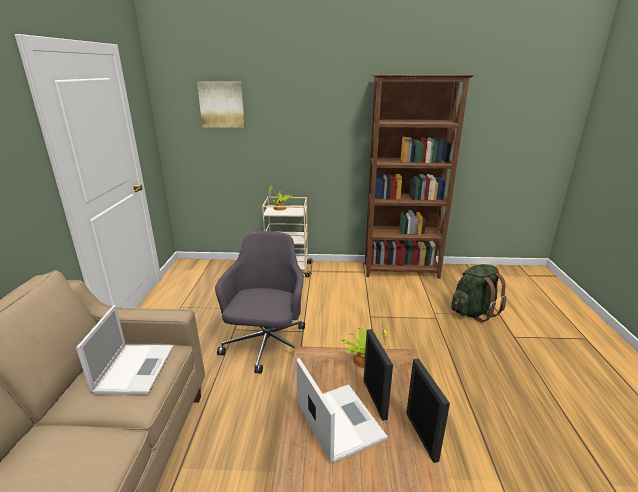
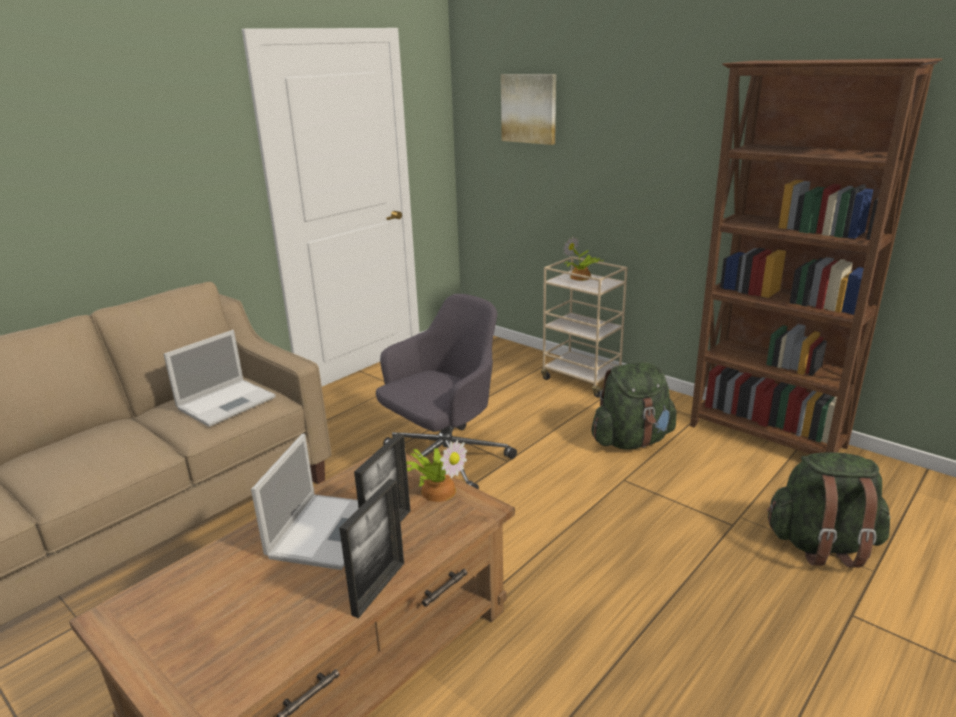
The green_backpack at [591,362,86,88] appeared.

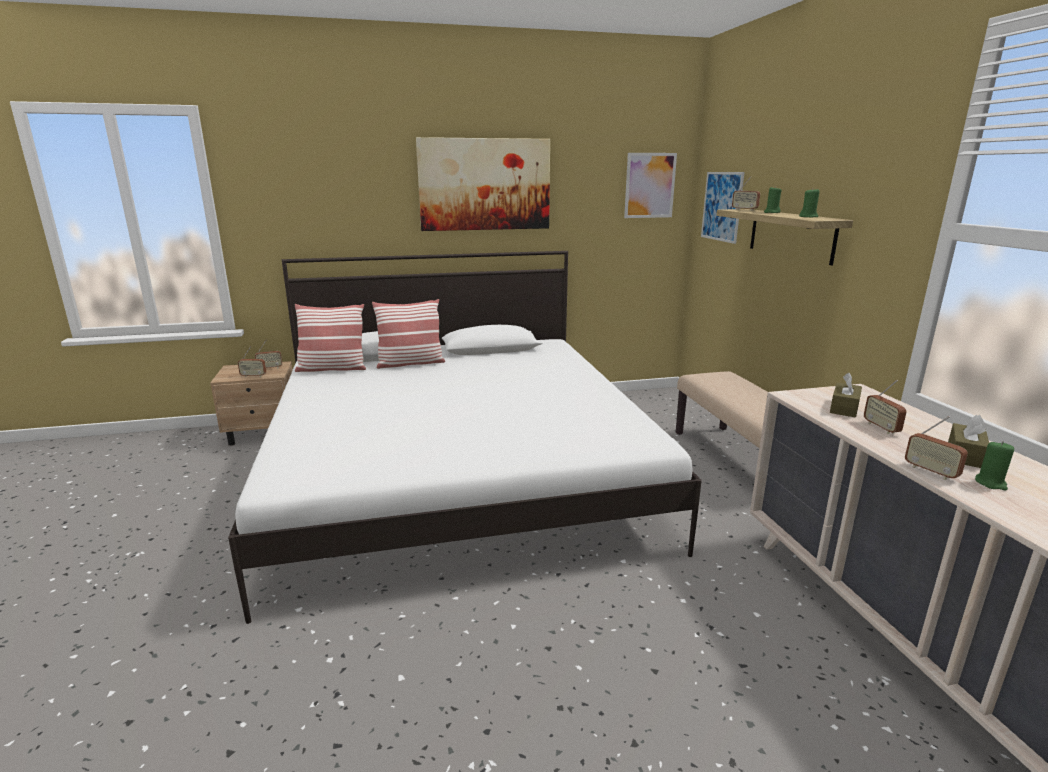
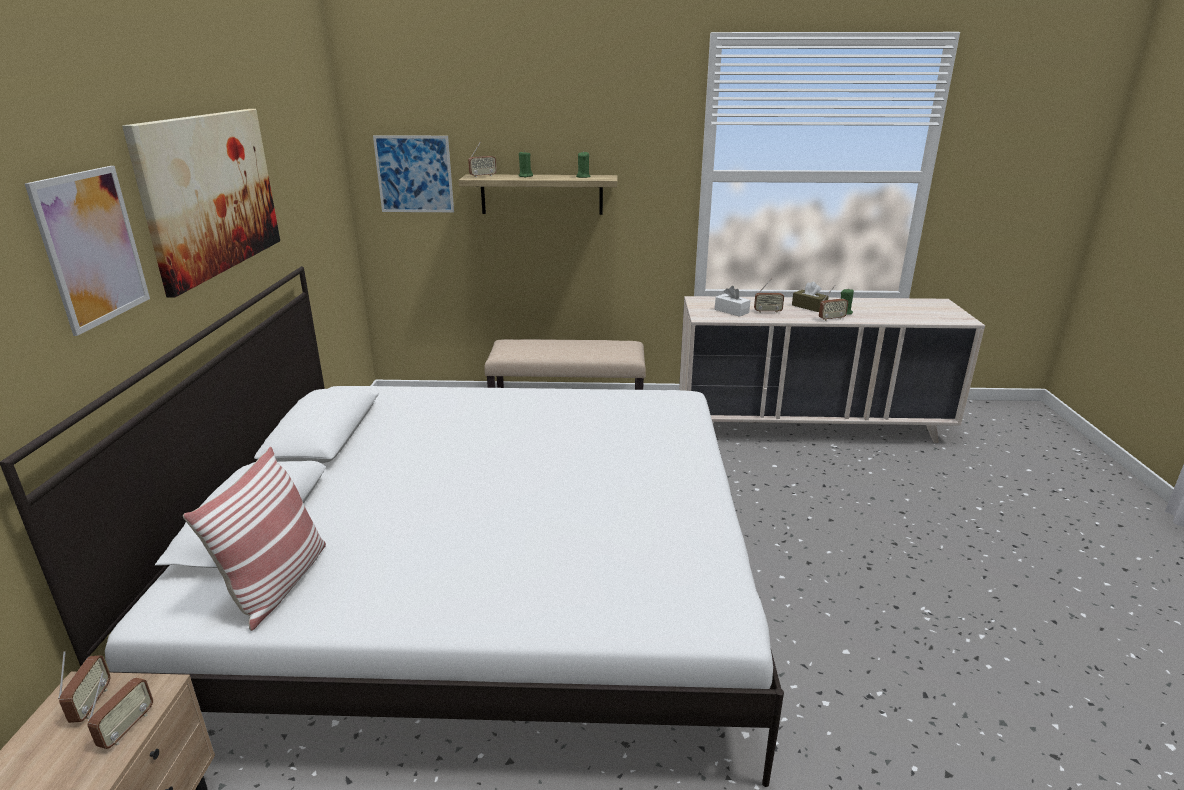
The wall_picture moved from [624,153,53,65] to [25,166,125,170]. The throw_pillow at [372,299,73,70] disappeared. The brown_box_of_tissues at [830,373,32,45] became the whitish_box_of_tissues at [715,286,35,31].

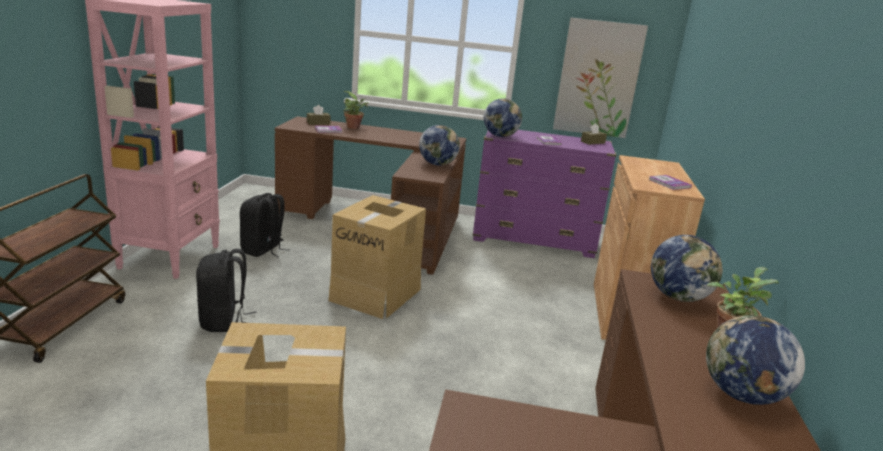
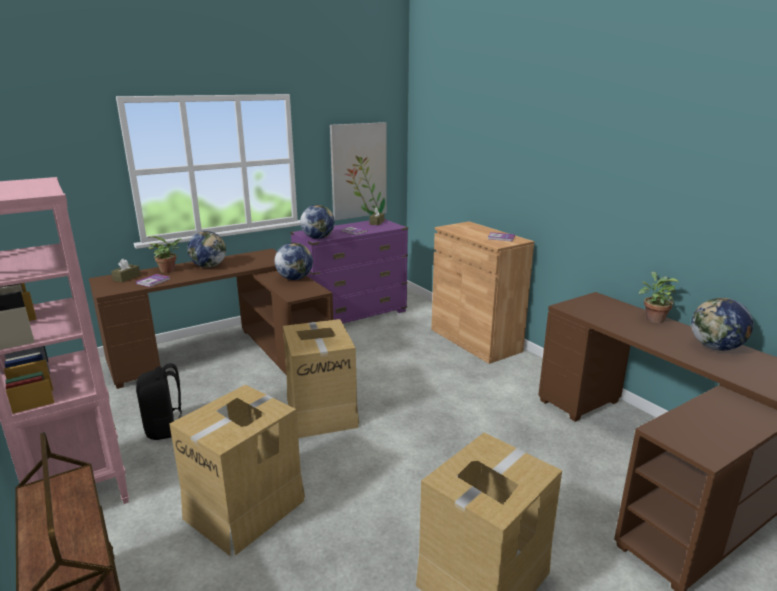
The desk_globe moved from [651,235,72,67] to [187,231,39,37]. The blackish_backpack at [196,249,60,83] was replaced by the packing_box at [169,385,136,172].

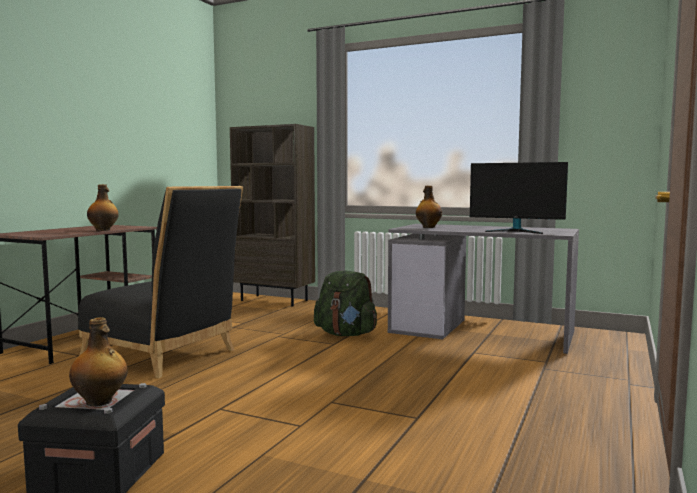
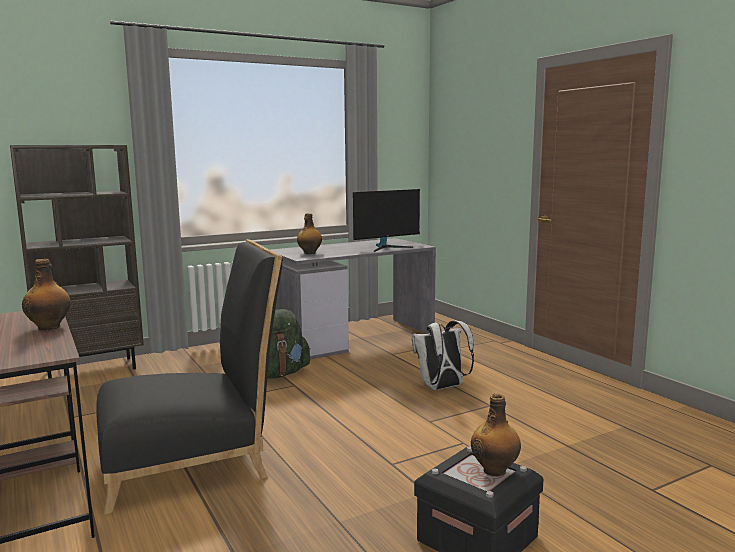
The whitish_backpack at [412,320,62,70] appeared.

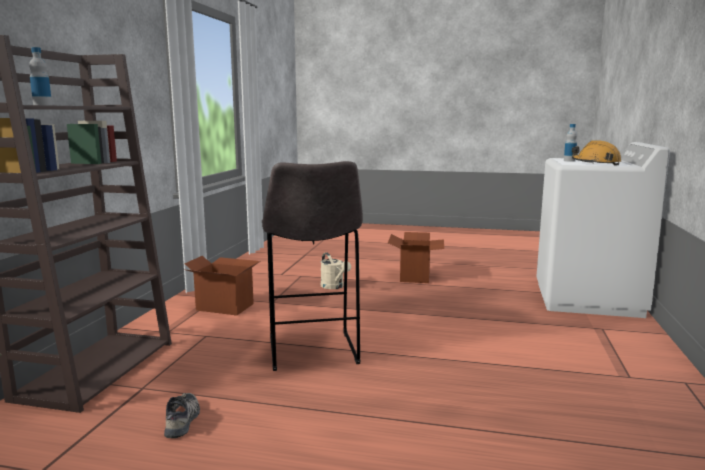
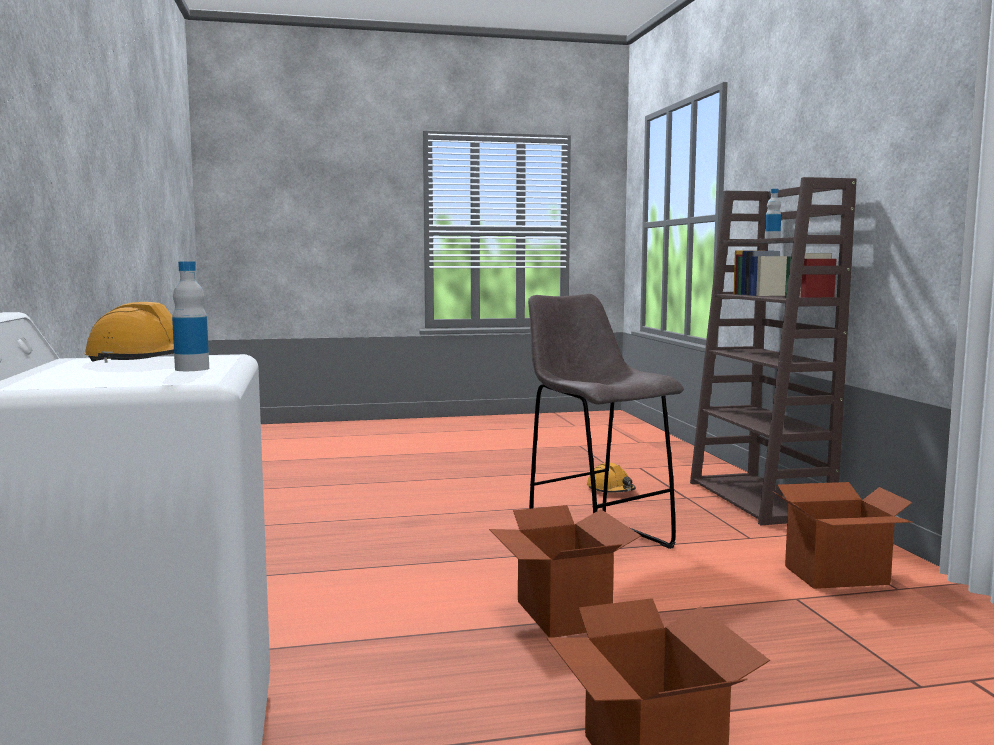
The beige-coloured_watering_can at [321,253,30,36] disappeared. The shoe at [164,393,36,45] was replaced by the orange-coloured_hard_hat at [587,463,49,30]. The packing_box at [489,505,152,133] appeared.

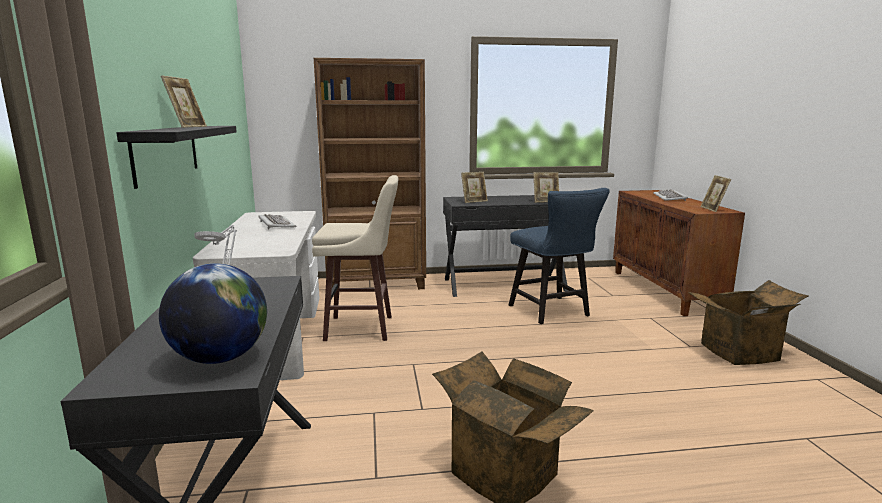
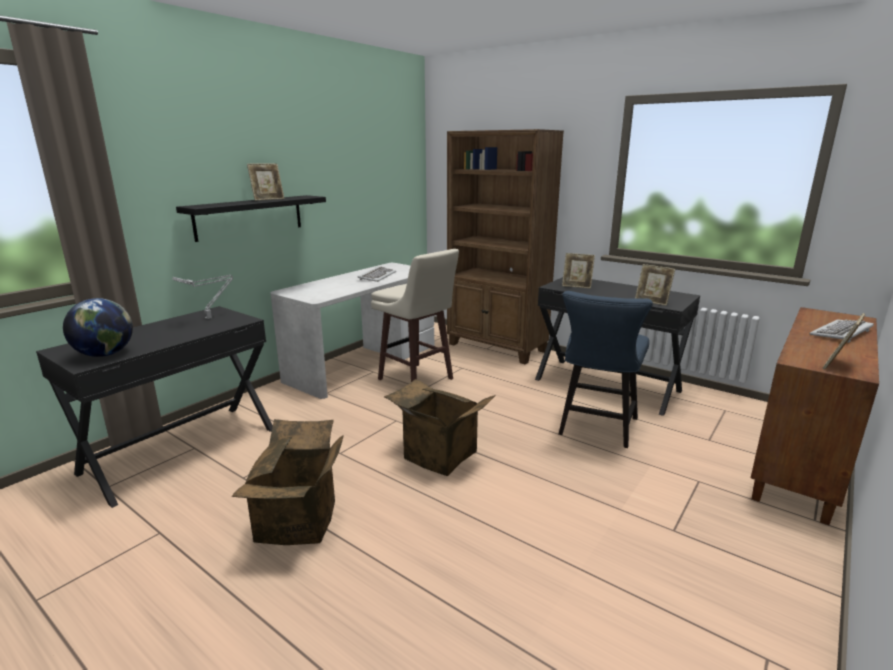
The packing_box moved from [688,280,120,85] to [384,379,112,97].

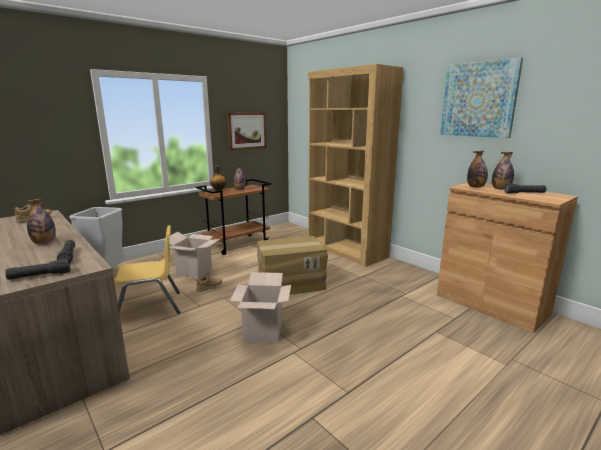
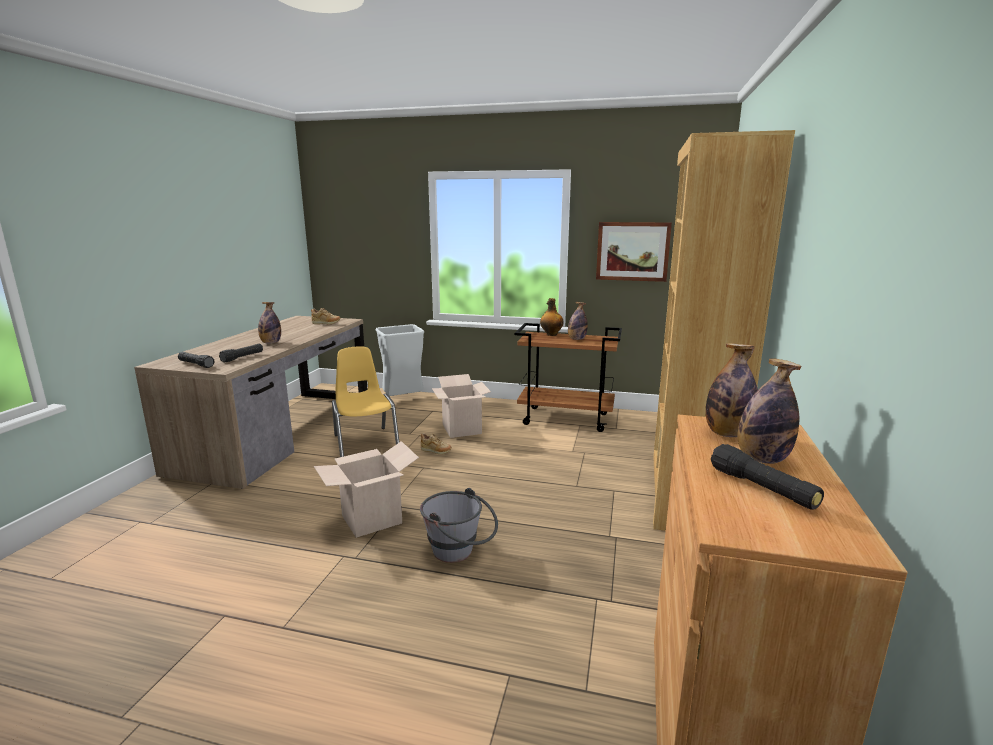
The wall_picture at [440,58,83,80] disappeared. The yellow_chair at [114,225,66,89] turned 150 degrees counterclockwise. The packing_box at [257,236,71,59] disappeared. The grey_pail at [420,488,78,75] appeared.

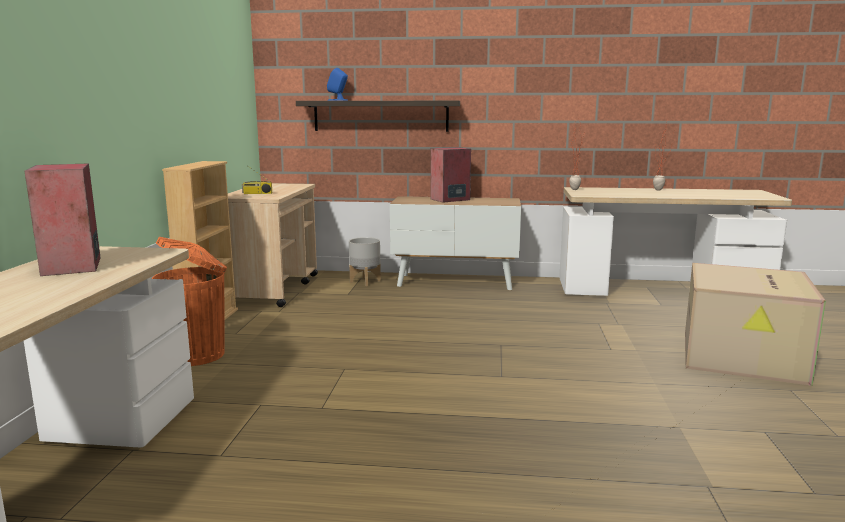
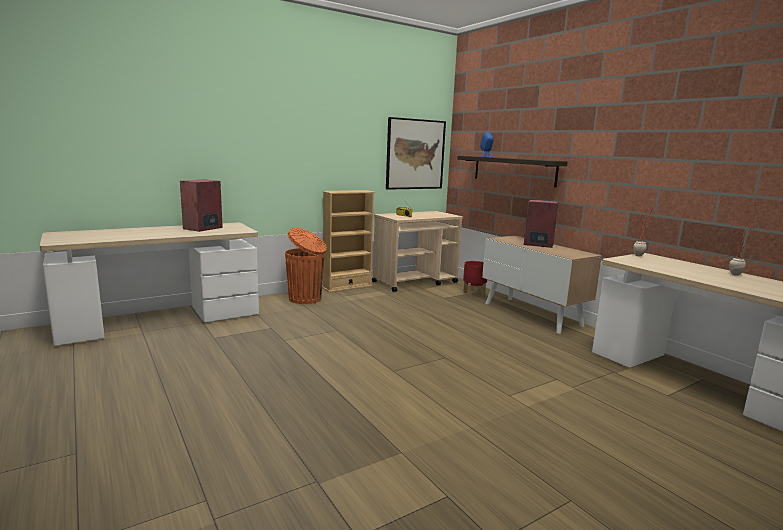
The grey_plant_pot at [349,237,32,49] became the red-coloured_plant_pot at [463,261,24,37]. The packing_box at [685,263,141,123] disappeared. The wall_picture at [386,117,60,73] appeared.

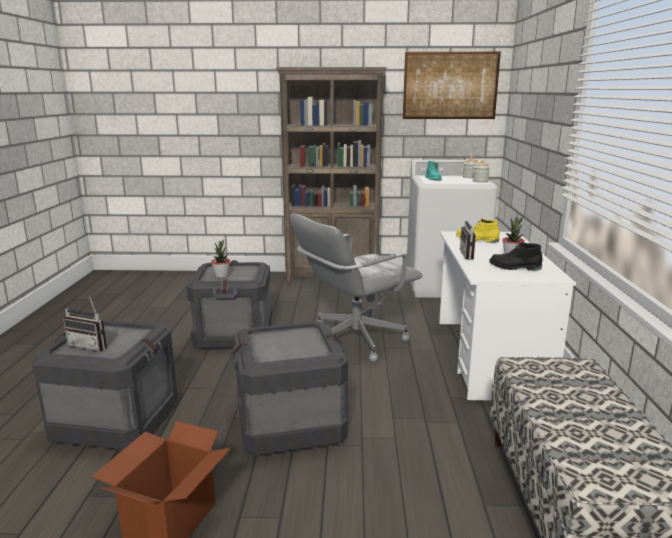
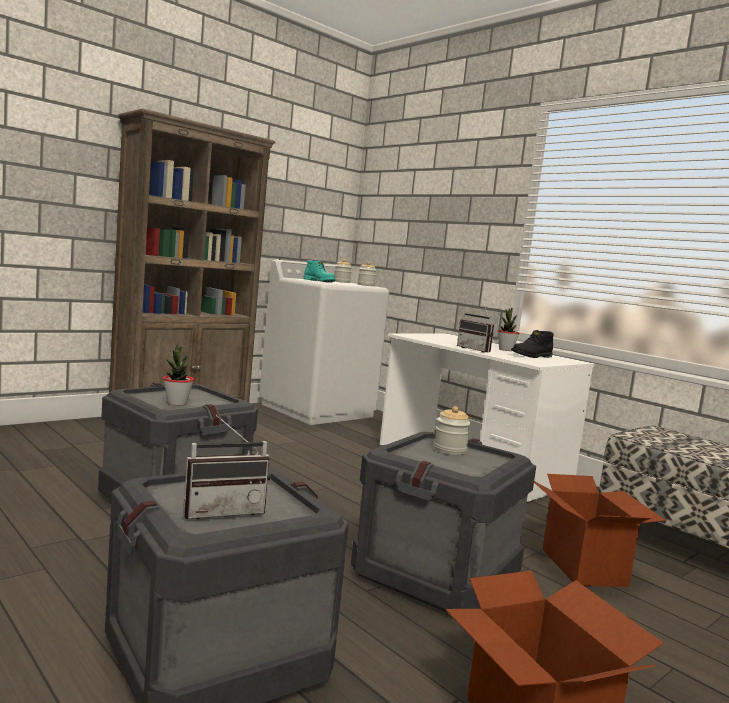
The wall_picture at [403,52,98,67] disappeared. The grey_desk_chair at [290,214,132,148] disappeared. The yellow_boot at [456,219,44,24] disappeared. The jar at [434,406,37,49] appeared. The packing_box at [534,474,132,113] appeared.

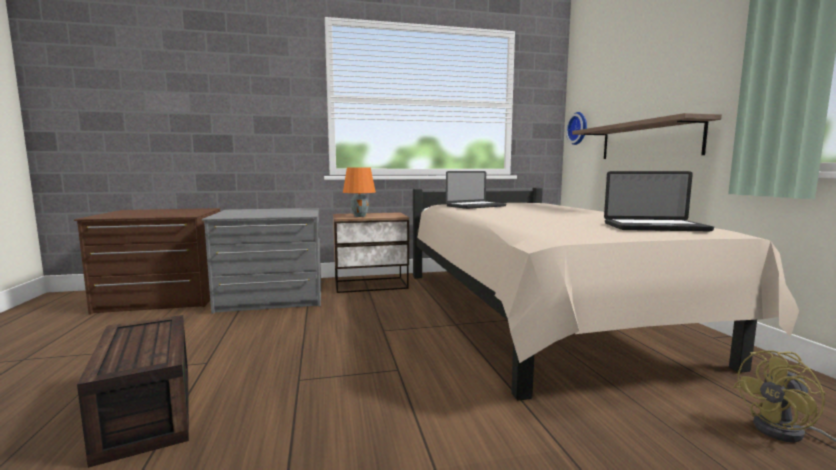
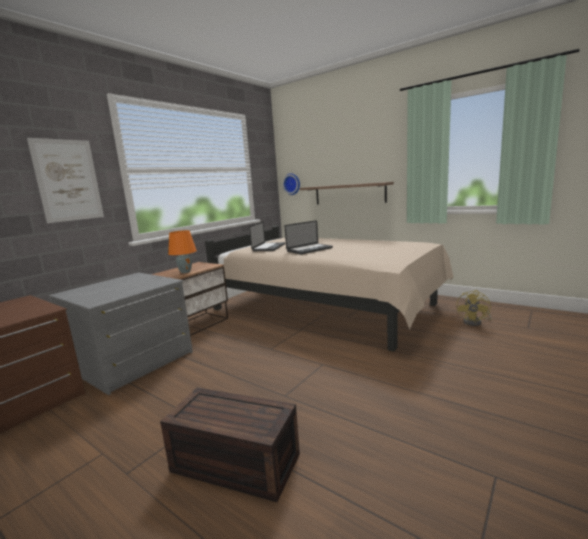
The laptop moved from [604,171,110,60] to [284,221,49,33]. The wall_picture at [27,138,77,85] appeared.

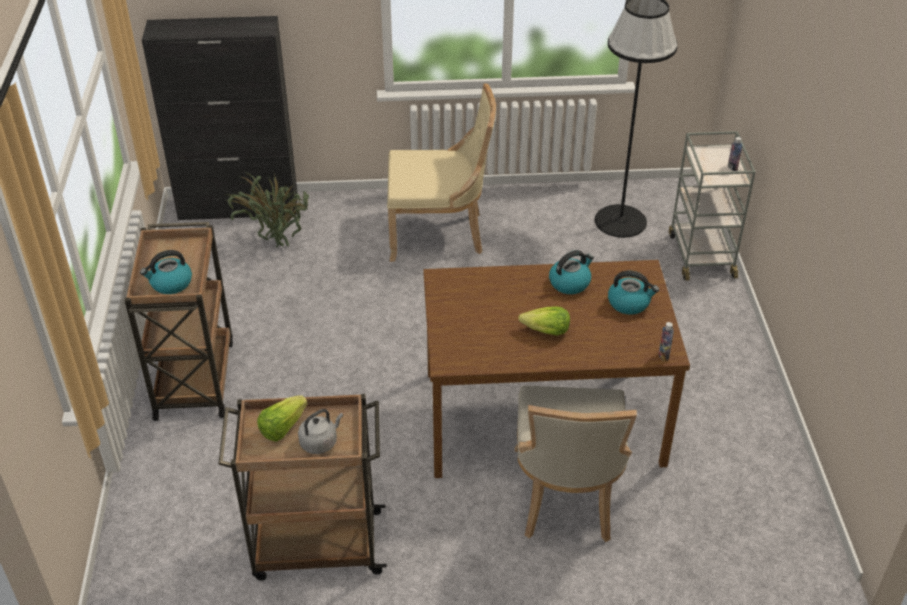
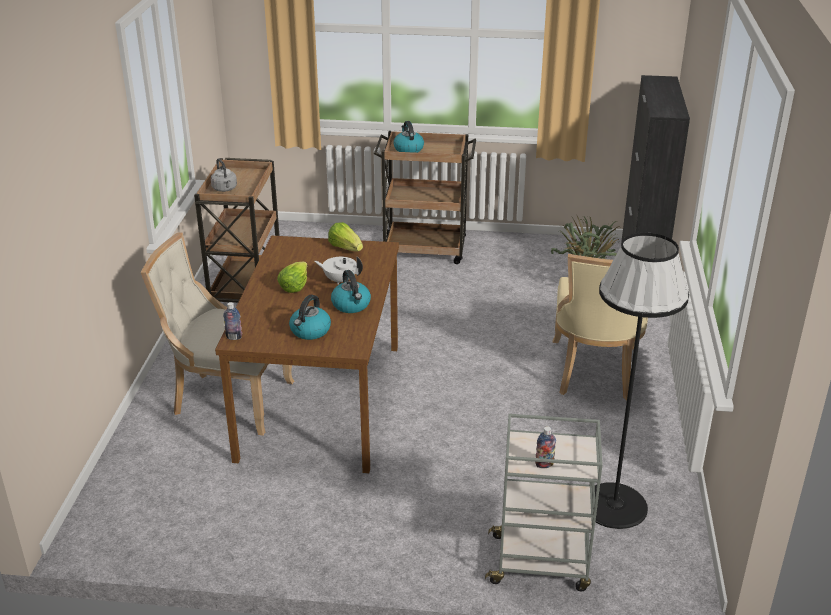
The head_of_lettuce moved from [257,395,51,47] to [328,222,35,30]. The whitish_teapot at [315,257,48,28] appeared.

